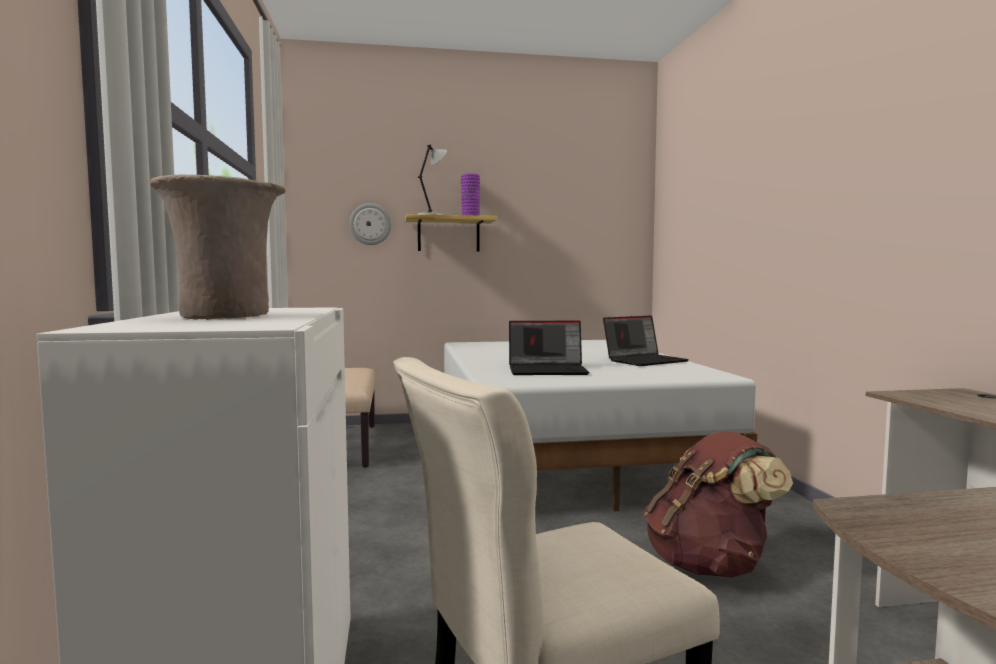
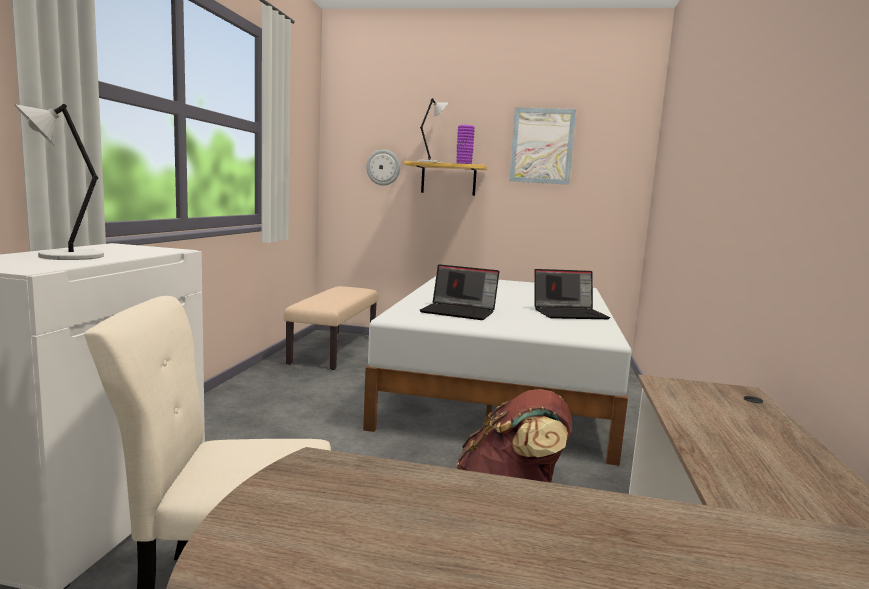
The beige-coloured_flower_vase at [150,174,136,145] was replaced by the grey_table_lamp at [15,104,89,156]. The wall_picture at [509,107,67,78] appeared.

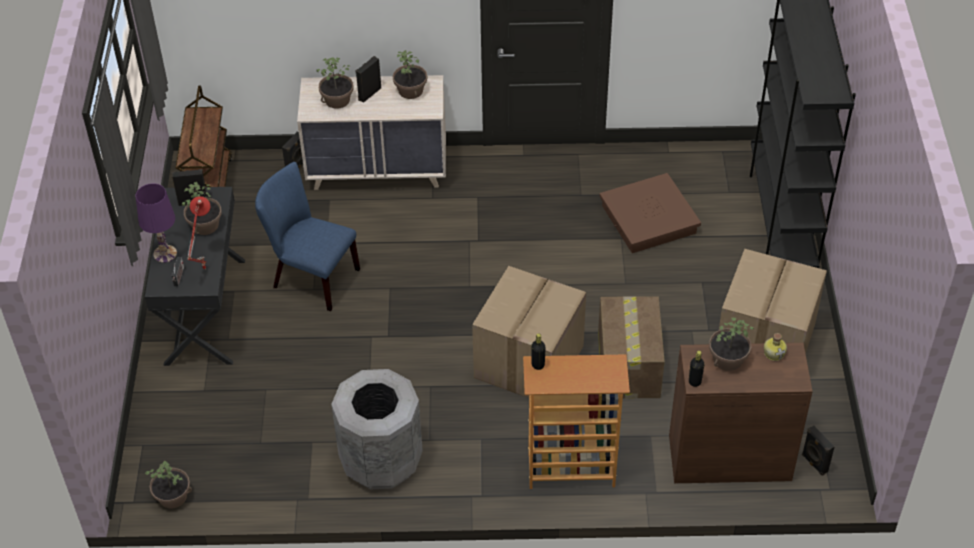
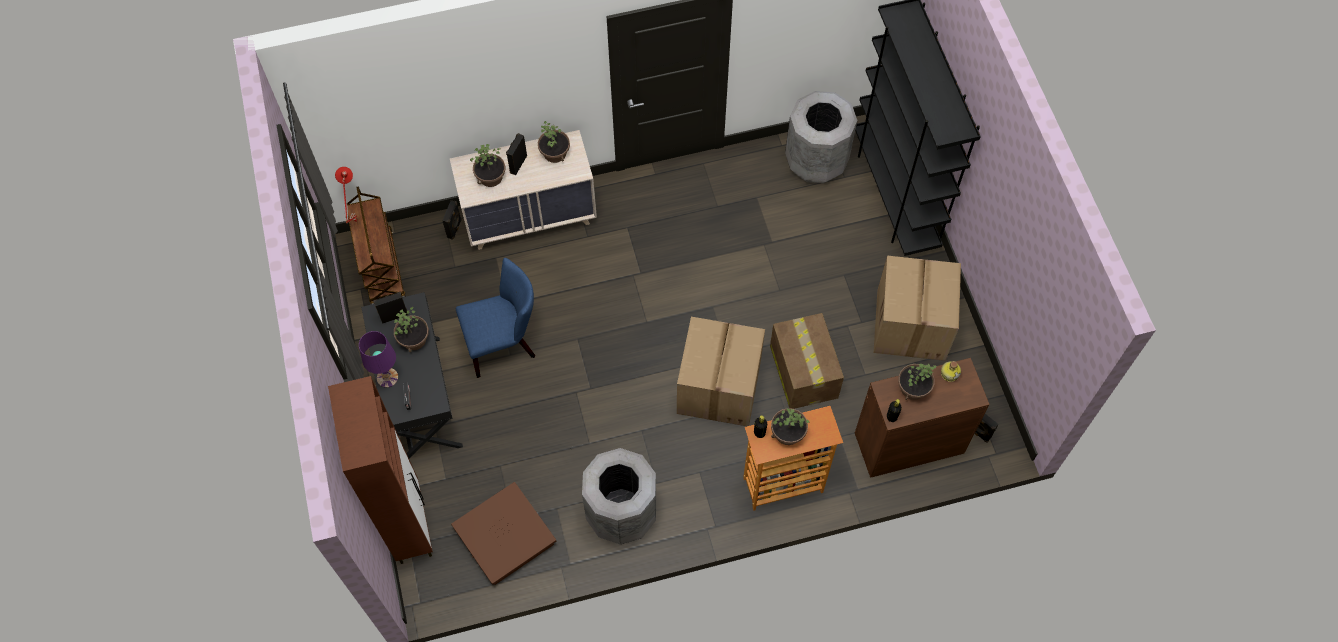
The blue_chair at [255,162,105,149] turned 150 degrees clockwise. The brown_storage_box moved from [600,173,101,80] to [451,482,105,103]. The red-coloured_table_lamp moved from [187,196,23,75] to [335,167,22,56]. The houseplant moved from [145,460,47,48] to [771,408,39,37]. The grey_waste_bin at [785,91,72,92] appeared. The brown_storage_cabinet at [328,376,105,188] appeared.

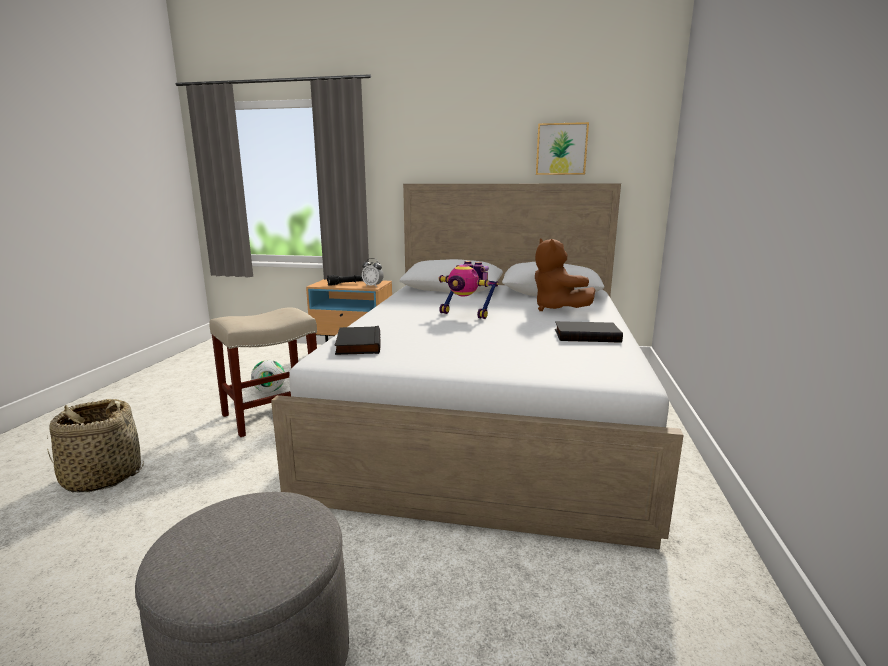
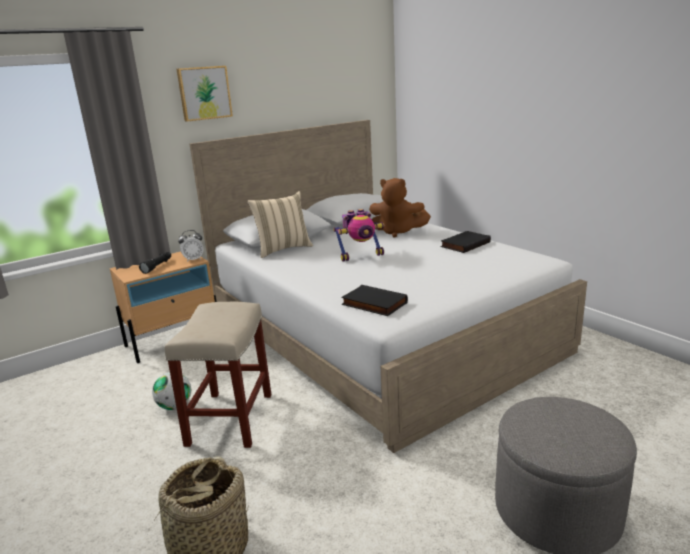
The wall_picture moved from [536,122,53,53] to [177,66,56,55]. The beige-coloured_throw_pillow at [247,191,66,67] appeared.

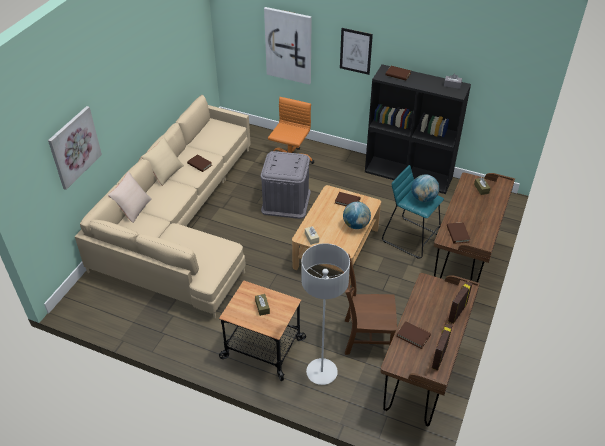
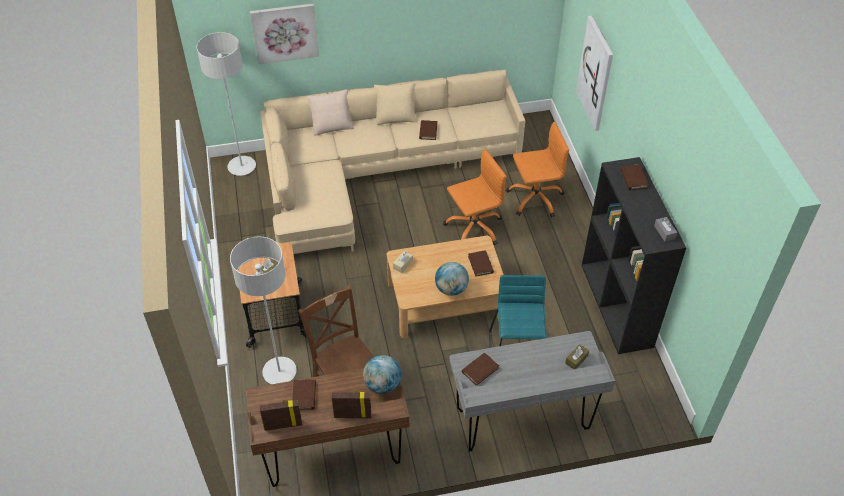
The wall_picture at [340,28,33,47] disappeared. The grey_storage_box at [261,151,50,68] was replaced by the orange-coloured_desk_chair at [443,149,64,96]. The brown_desk_unit at [434,173,81,110] became the grey_desk_unit at [449,331,166,121]. The desk_globe moved from [411,175,28,27] to [363,355,39,39]. The grey_floor_lamp at [196,32,60,144] appeared.

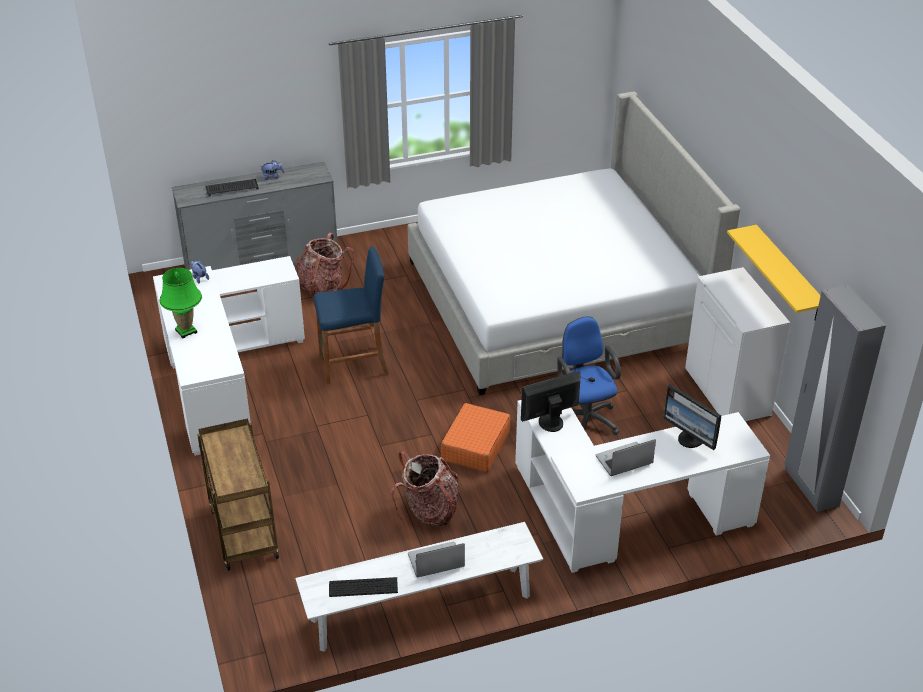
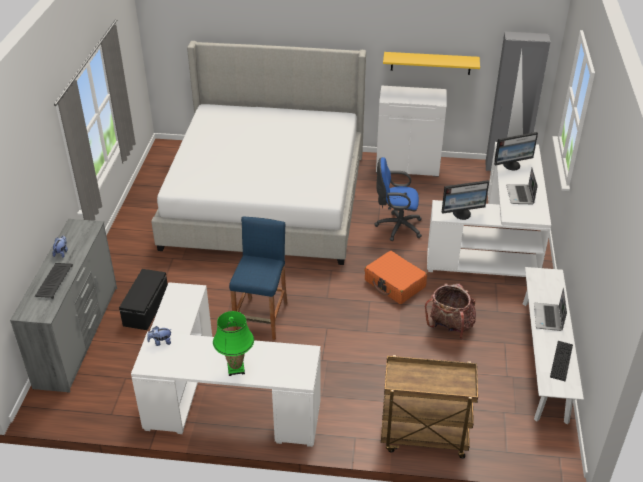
The backpack at [295,233,59,64] was replaced by the blackish_storage_box at [119,269,49,61]. The computer_screen at [521,371,60,61] turned 105 degrees counterclockwise.

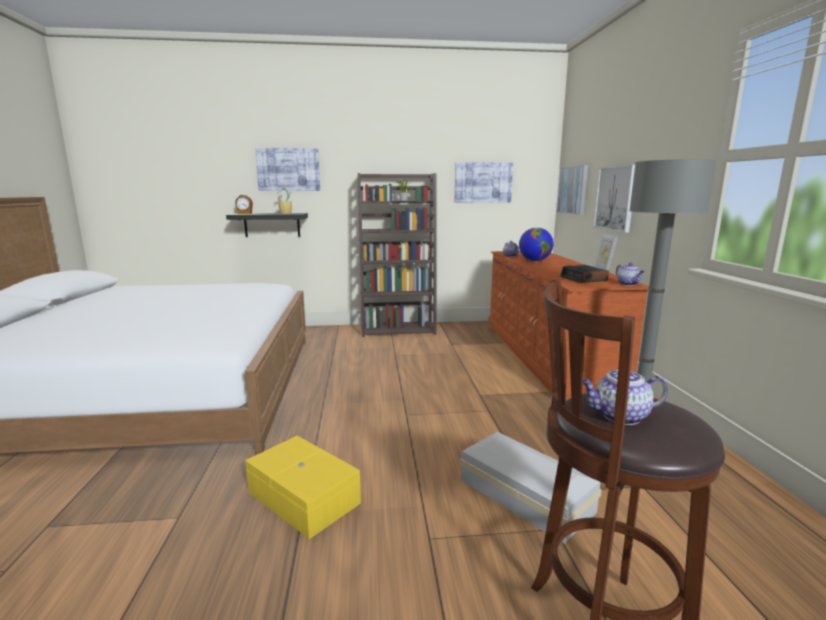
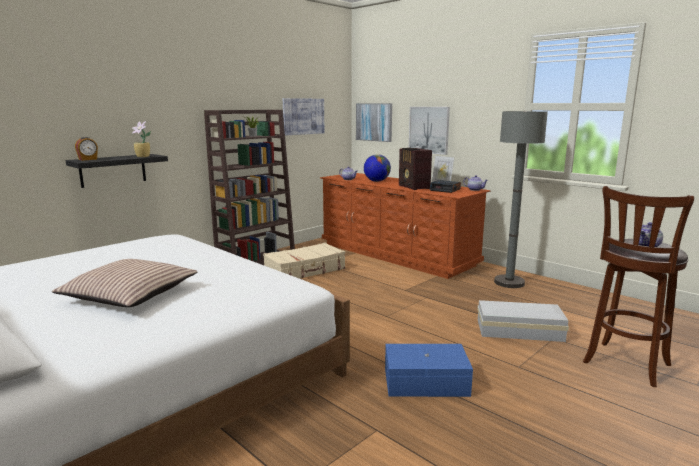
The wall_picture at [255,148,65,43] disappeared. The yellow_storage_box at [245,436,116,103] became the blue_storage_box at [385,344,88,53]. The radio_set at [399,148,33,42] appeared. The beige-coloured_suitcase at [263,243,82,36] appeared. The throw_pillow at [52,259,145,48] appeared.

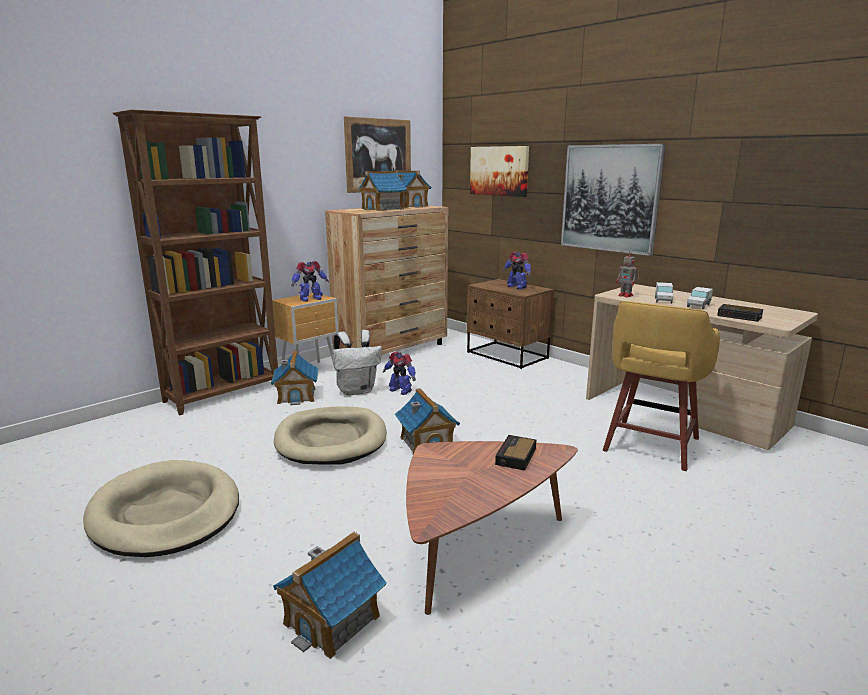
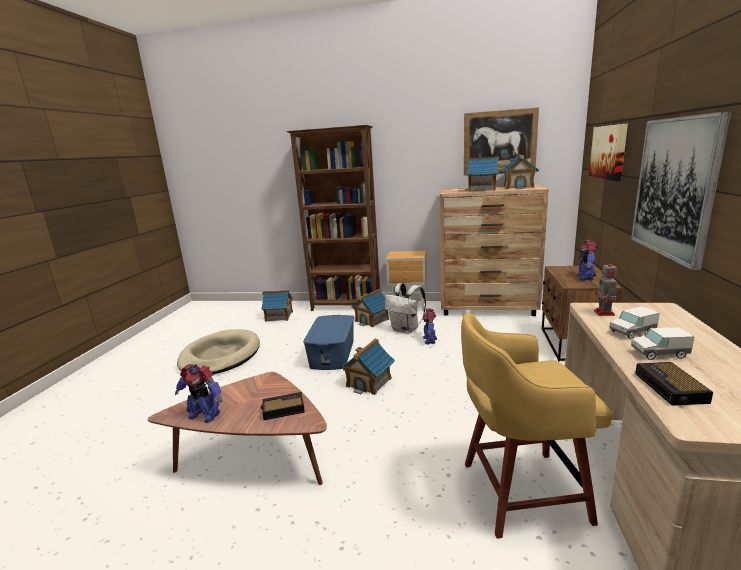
The model_robot moved from [291,261,38,41] to [175,364,47,59]. The beige-coloured_dog_bed at [274,406,113,59] was replaced by the blue_storage_box at [303,315,51,55]. The model_house moved from [273,532,114,127] to [261,290,32,32].

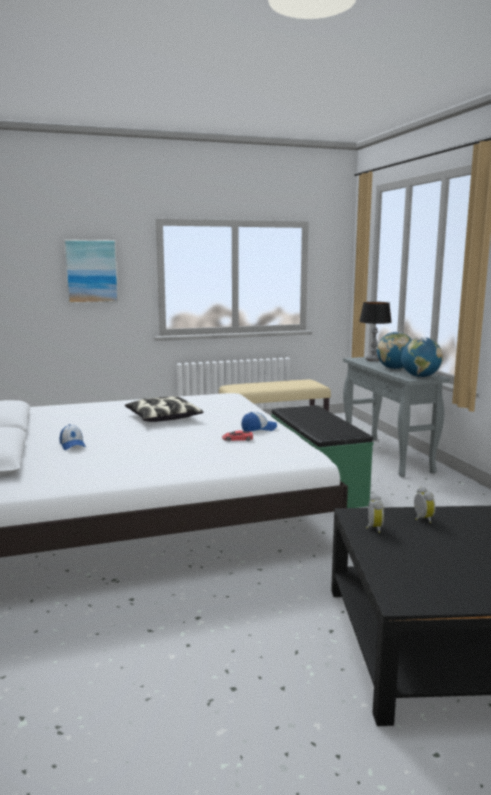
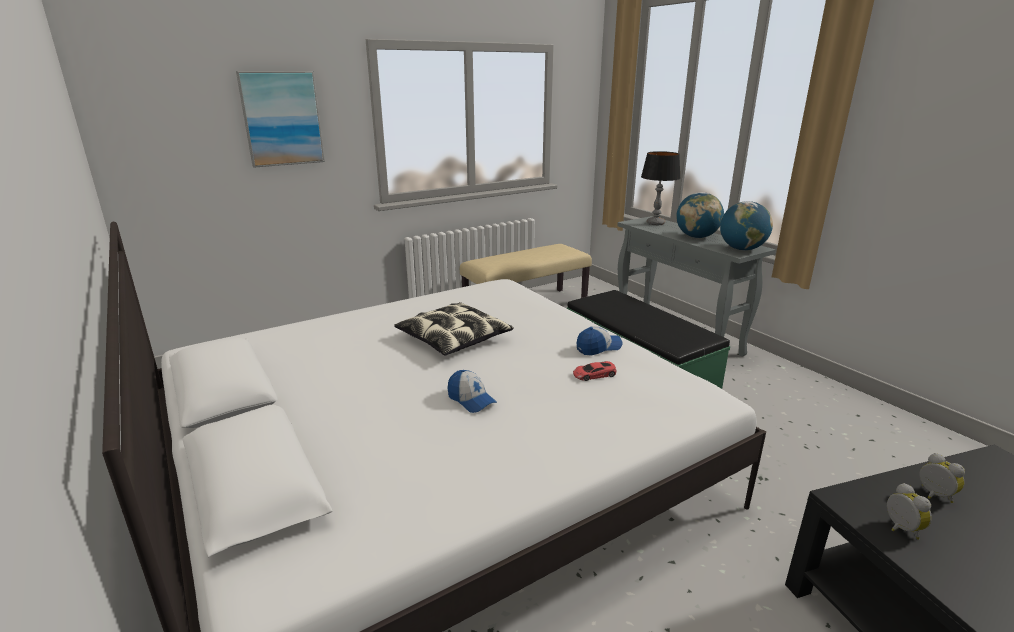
The baseball_cap moved from [59,424,27,26] to [448,370,49,43].

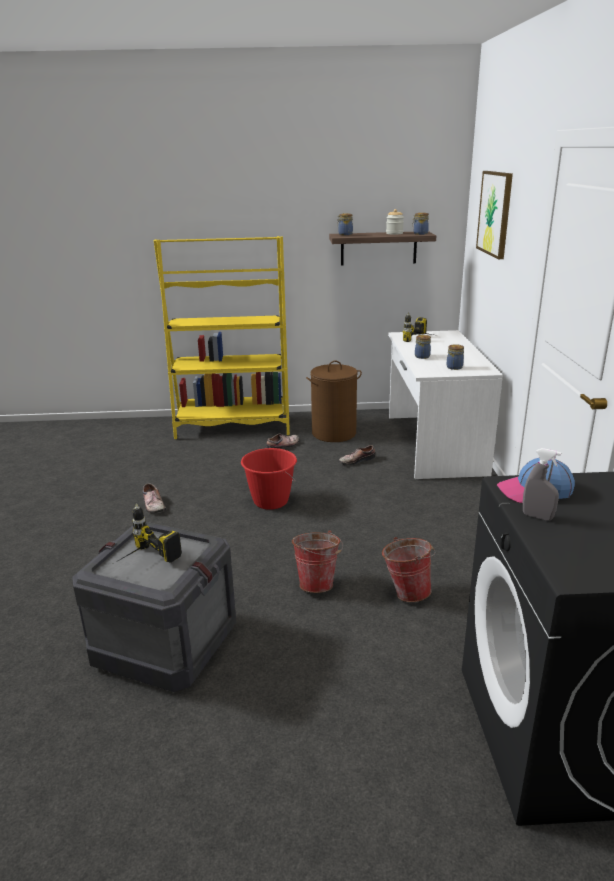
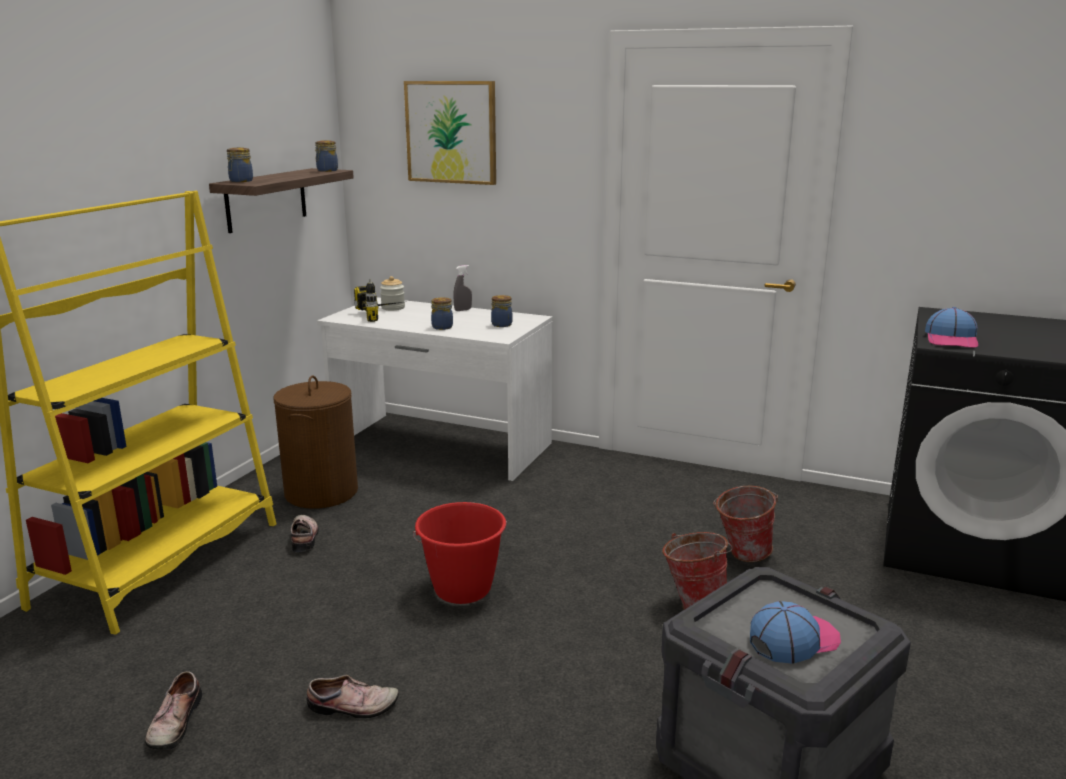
The jar moved from [386,209,18,26] to [380,276,25,34]. The shoe moved from [339,445,36,21] to [145,671,58,79]. The grey_spray_bottle moved from [523,448,38,72] to [454,265,18,46]. The drill at [118,504,64,59] was replaced by the baseball_cap at [750,601,91,63].

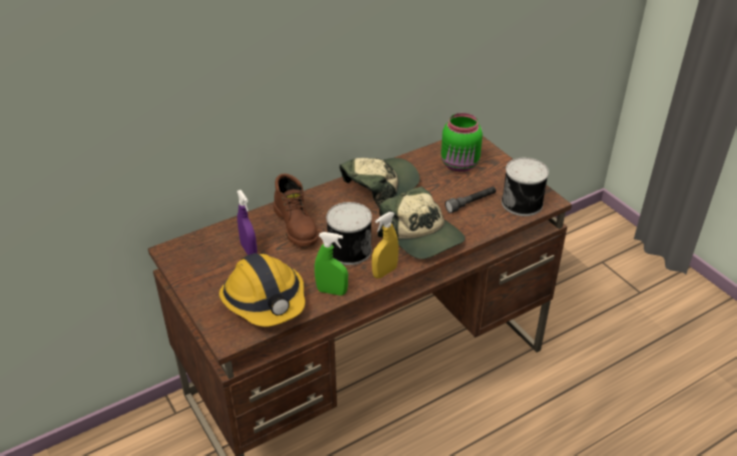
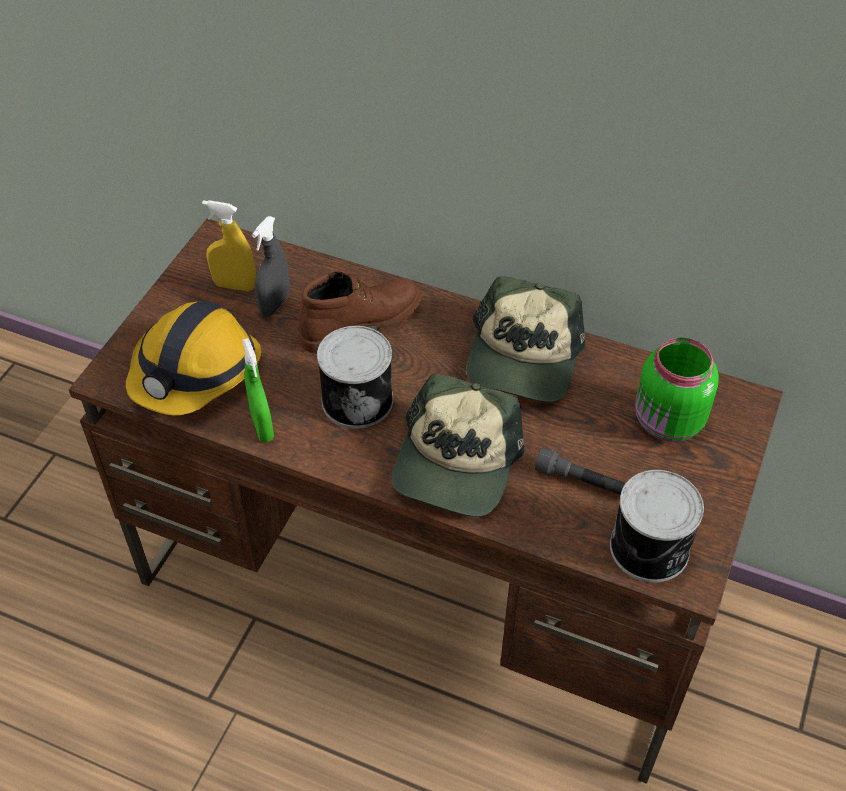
The baseball_cap at [340,158,80,49] turned 90 degrees clockwise. The brown_boot at [273,174,45,72] turned 150 degrees counterclockwise. The purple-coloured_spray_bottle at [237,190,20,65] became the grey_spray_bottle at [252,216,38,101]. The yellow_spray_bottle moved from [372,212,27,67] to [202,200,54,91].

